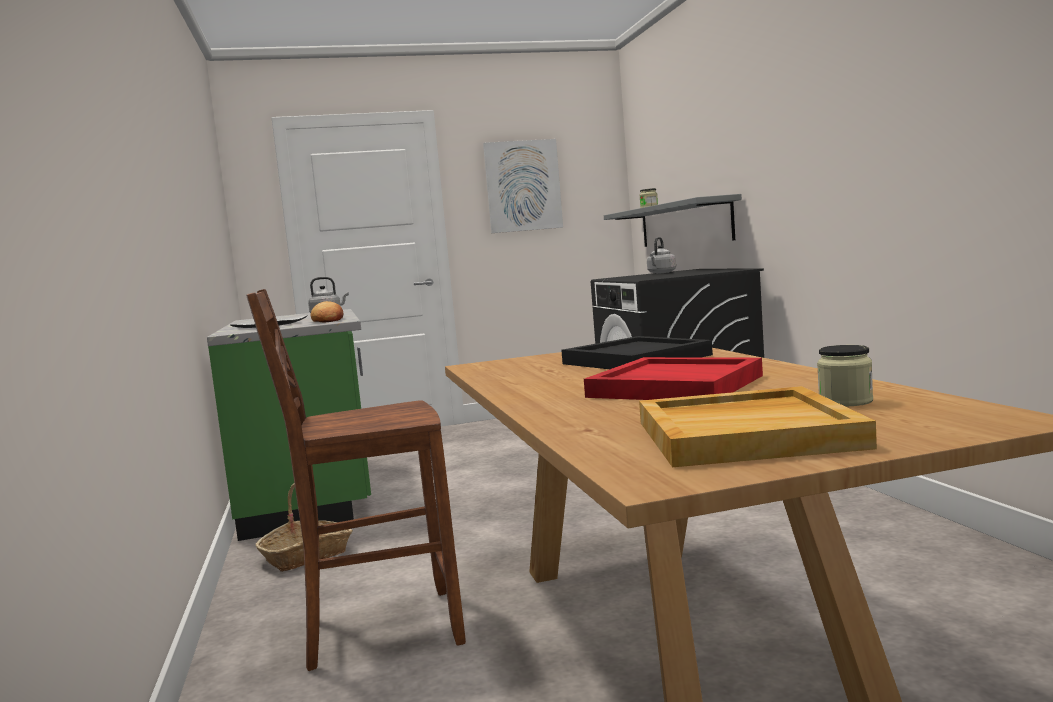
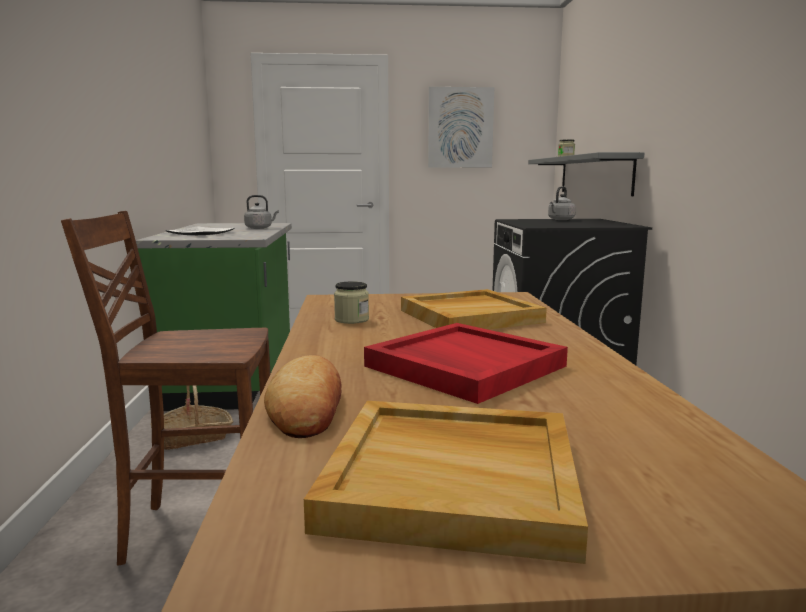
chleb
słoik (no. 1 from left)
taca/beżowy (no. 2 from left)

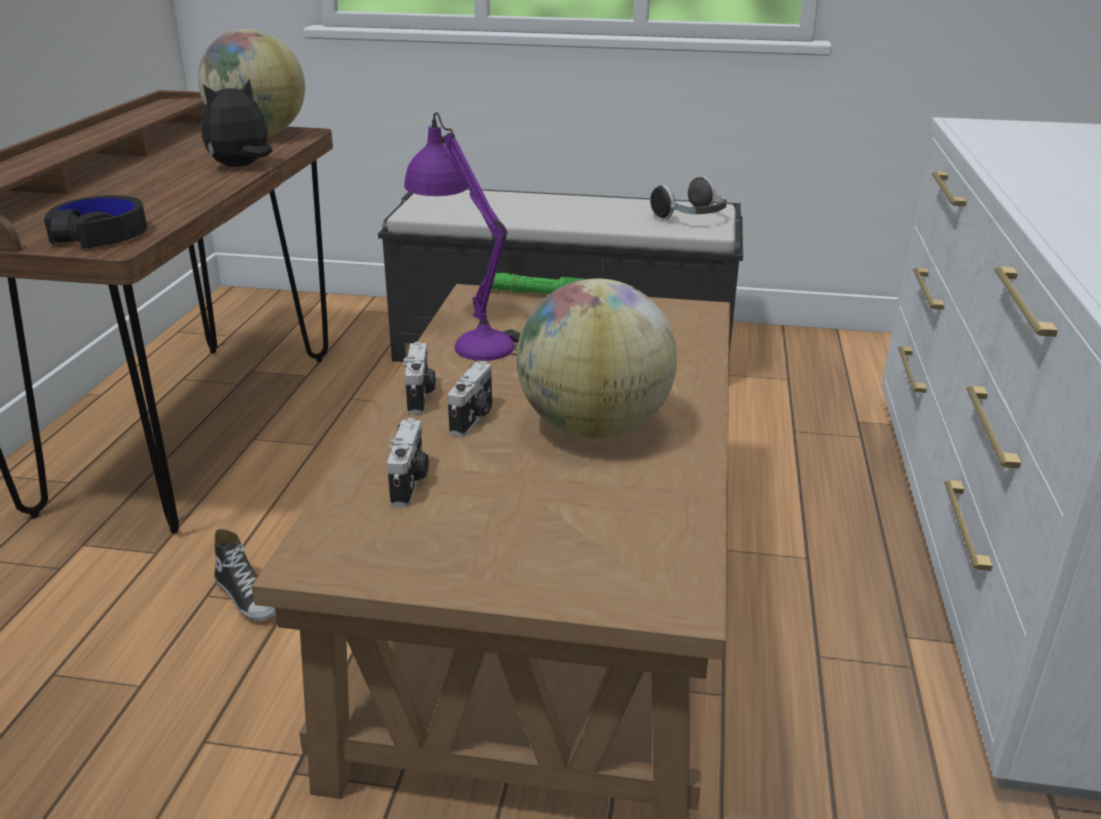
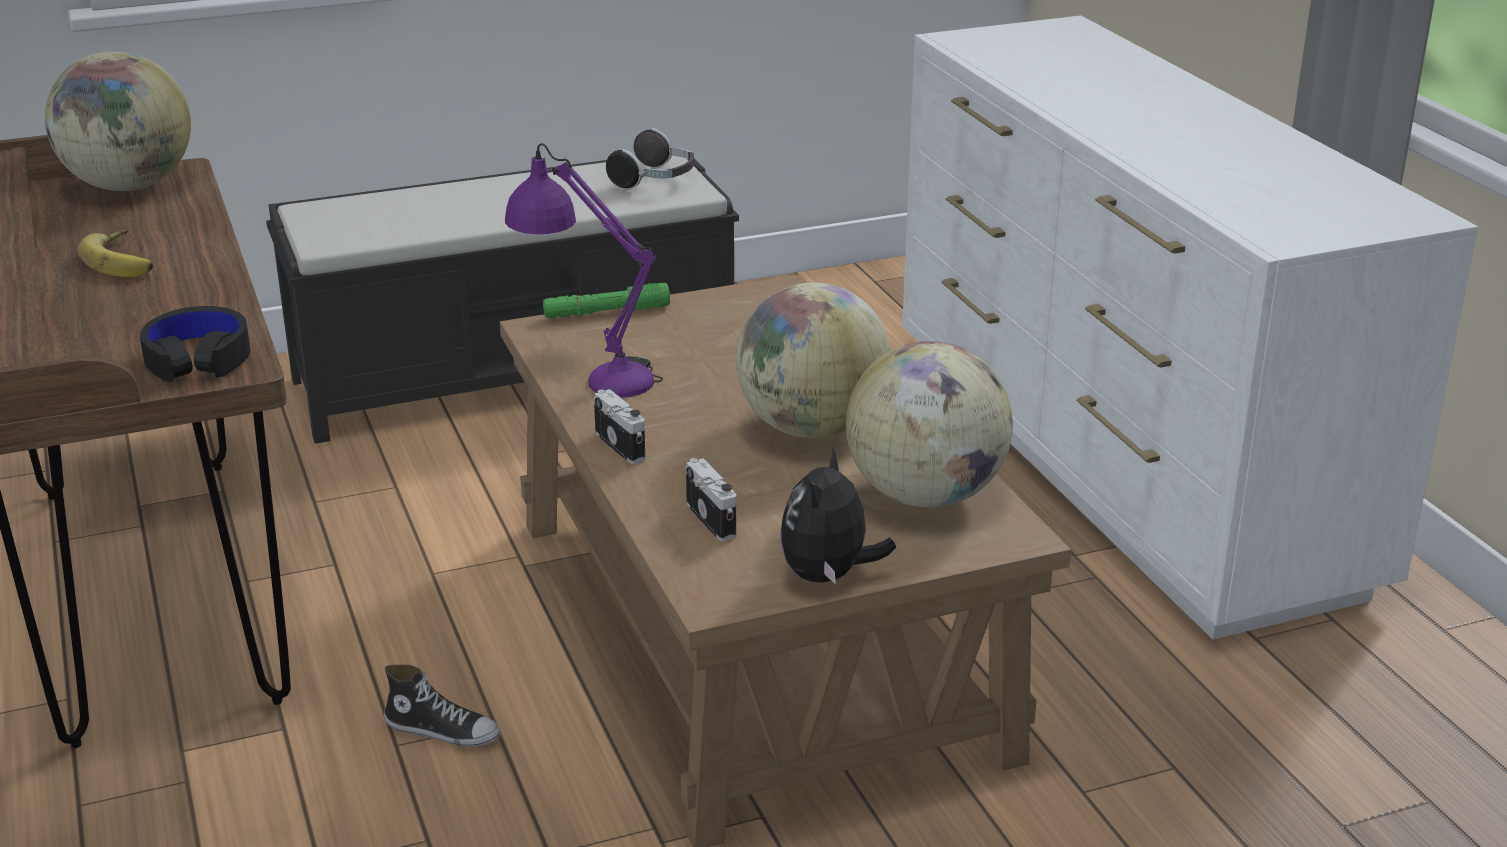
aparat fotograficzny (no. 3 from left in the first image)
banan
globus (no. 3 from left)
pluszak

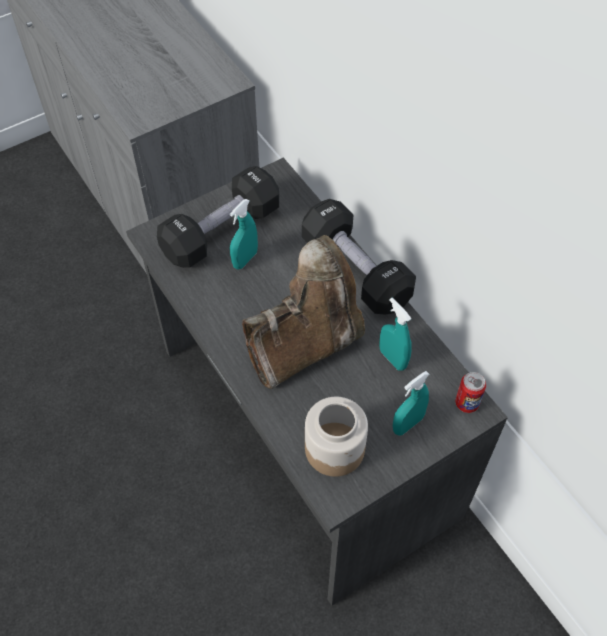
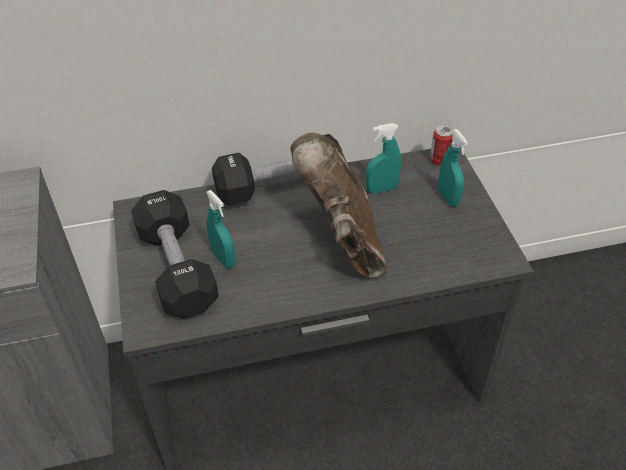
słoik

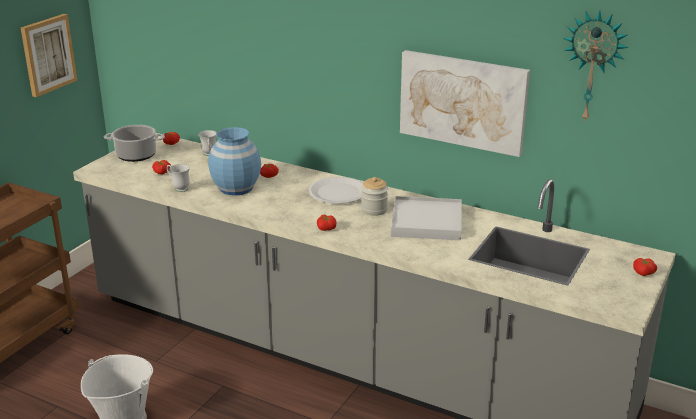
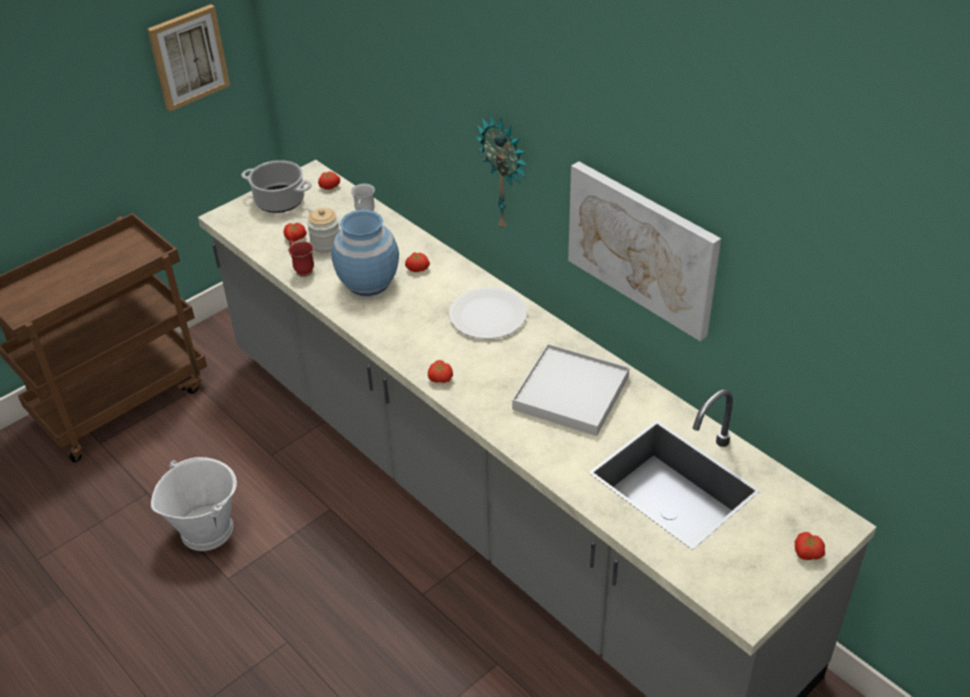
słoik
zegar ścienny
kubek/czerwony

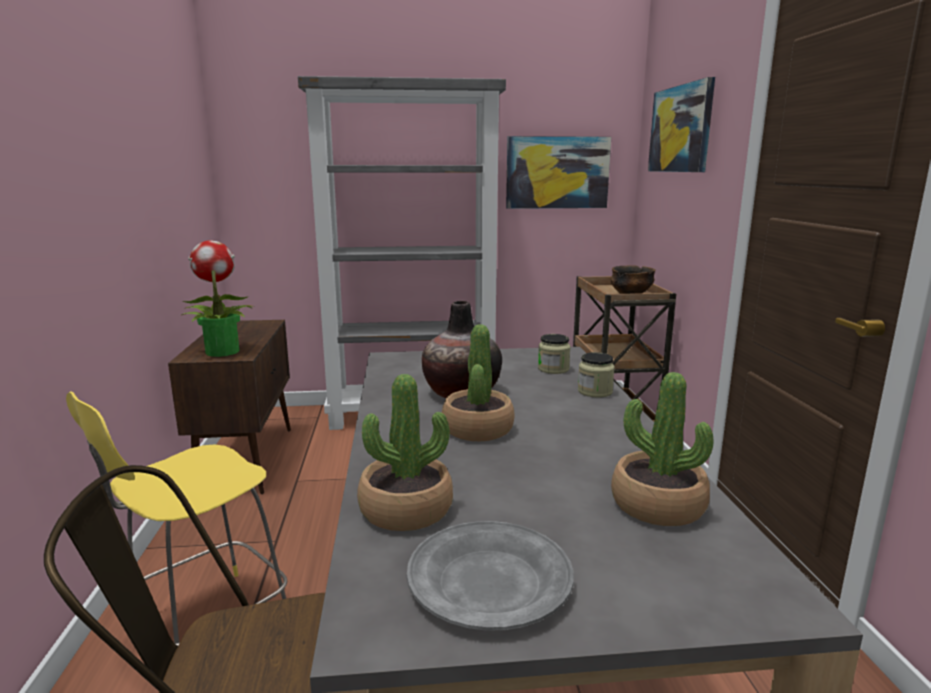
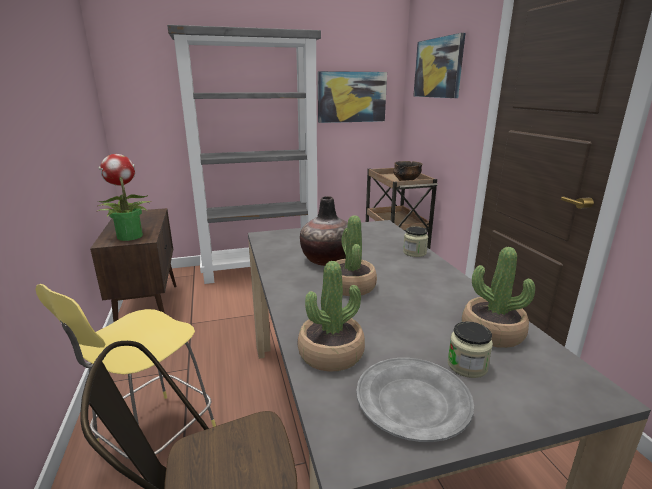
słoik (no. 2 from left)

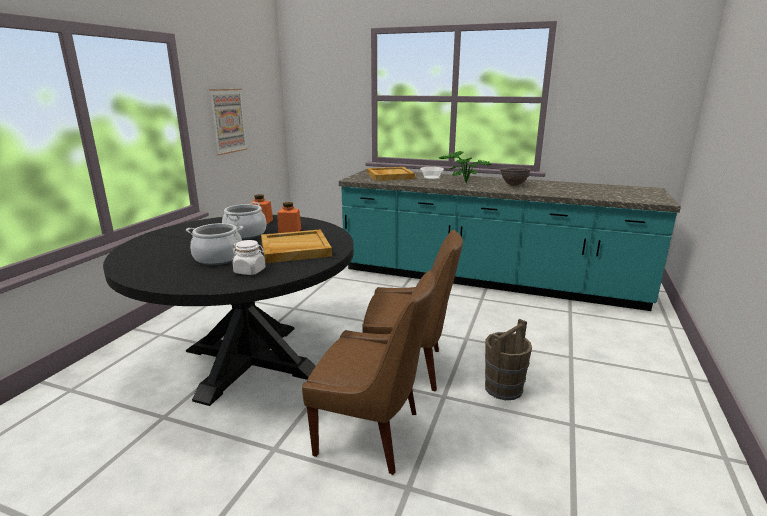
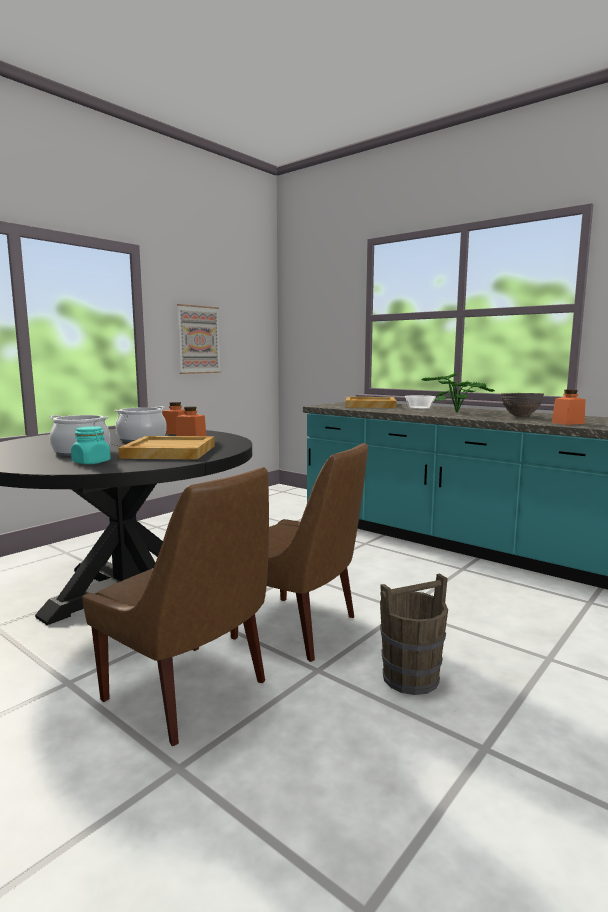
słoik/pomarańczowy (no. 3 from left)
słoik/turkusowy

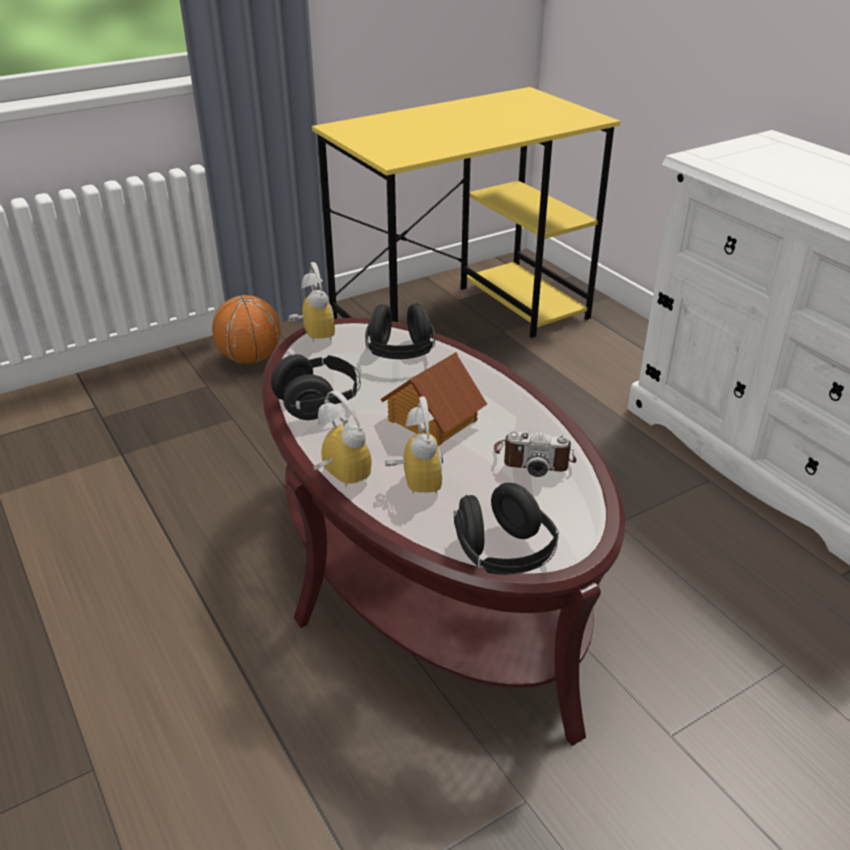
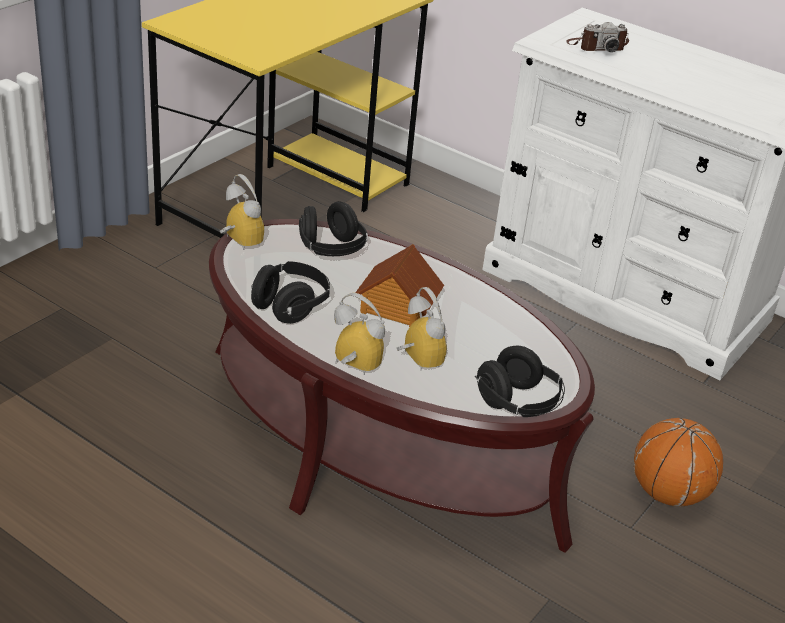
piłka do koszykówki
aparat fotograficzny

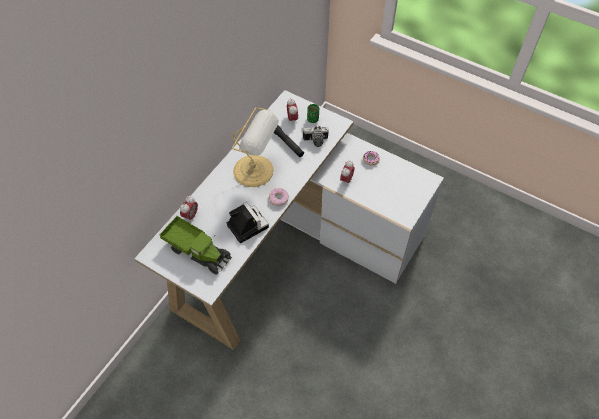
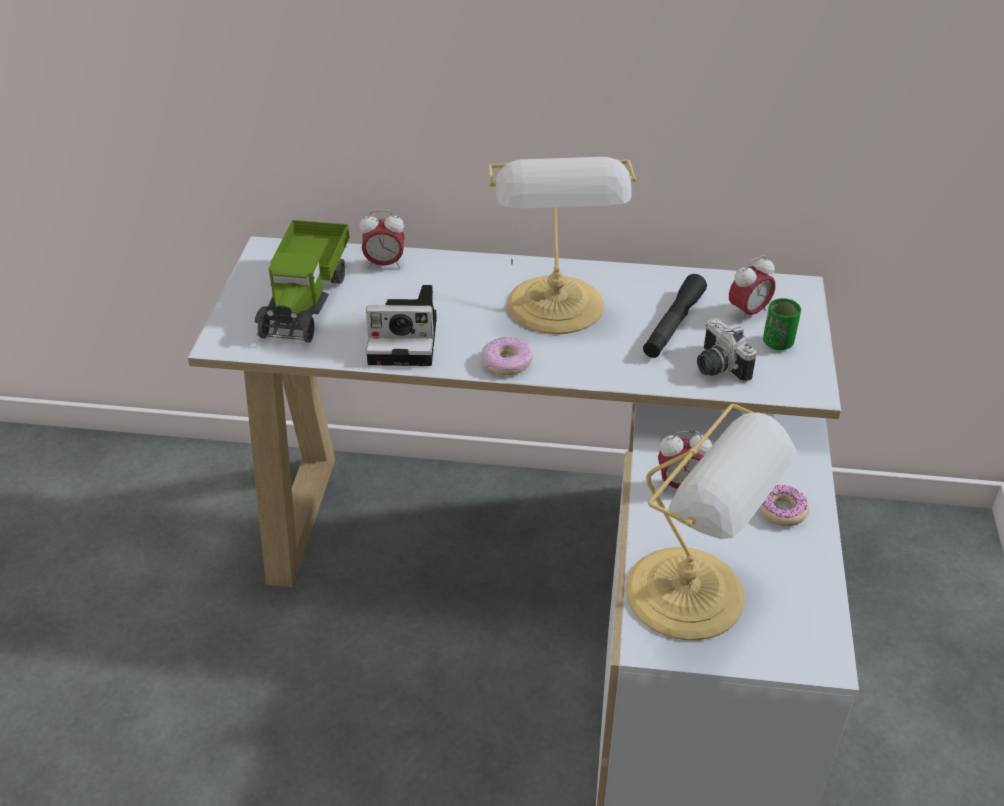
lampa stołowa (no. 2 from left)
aparat fotograficzny (no. 1 from left)

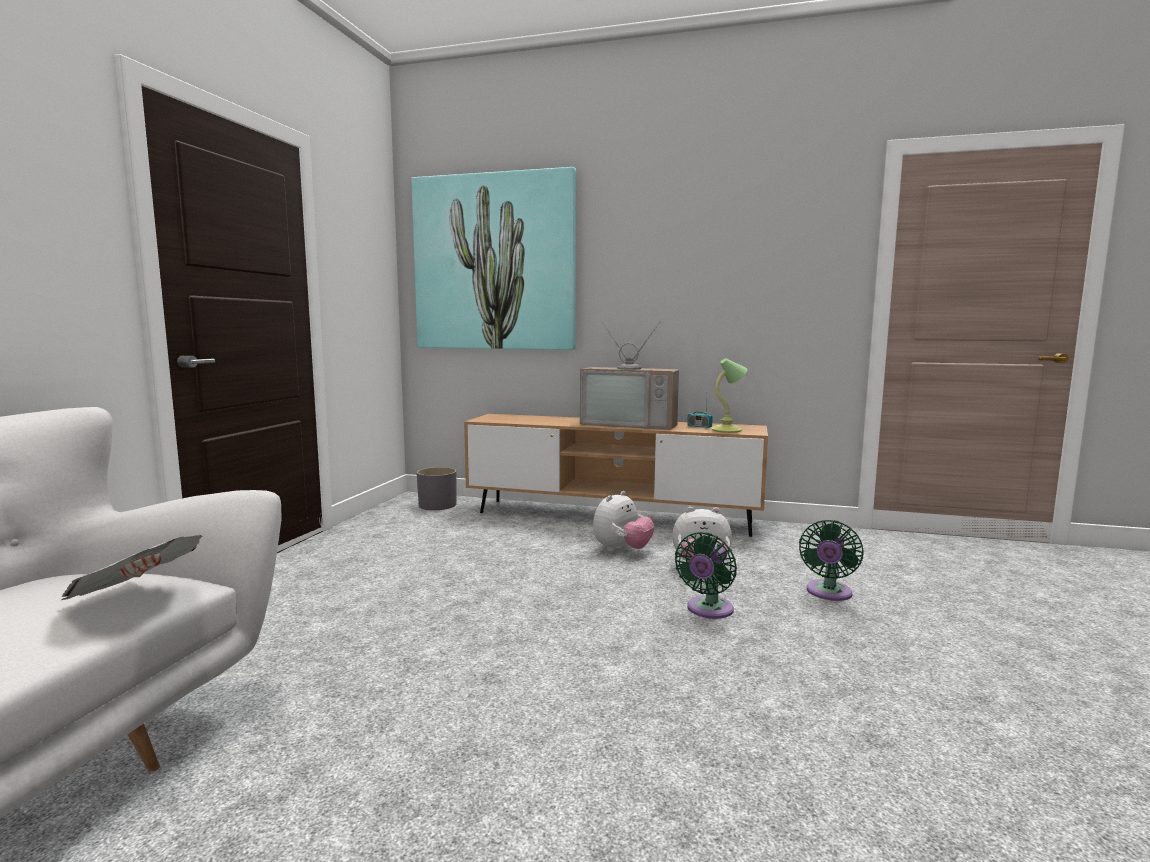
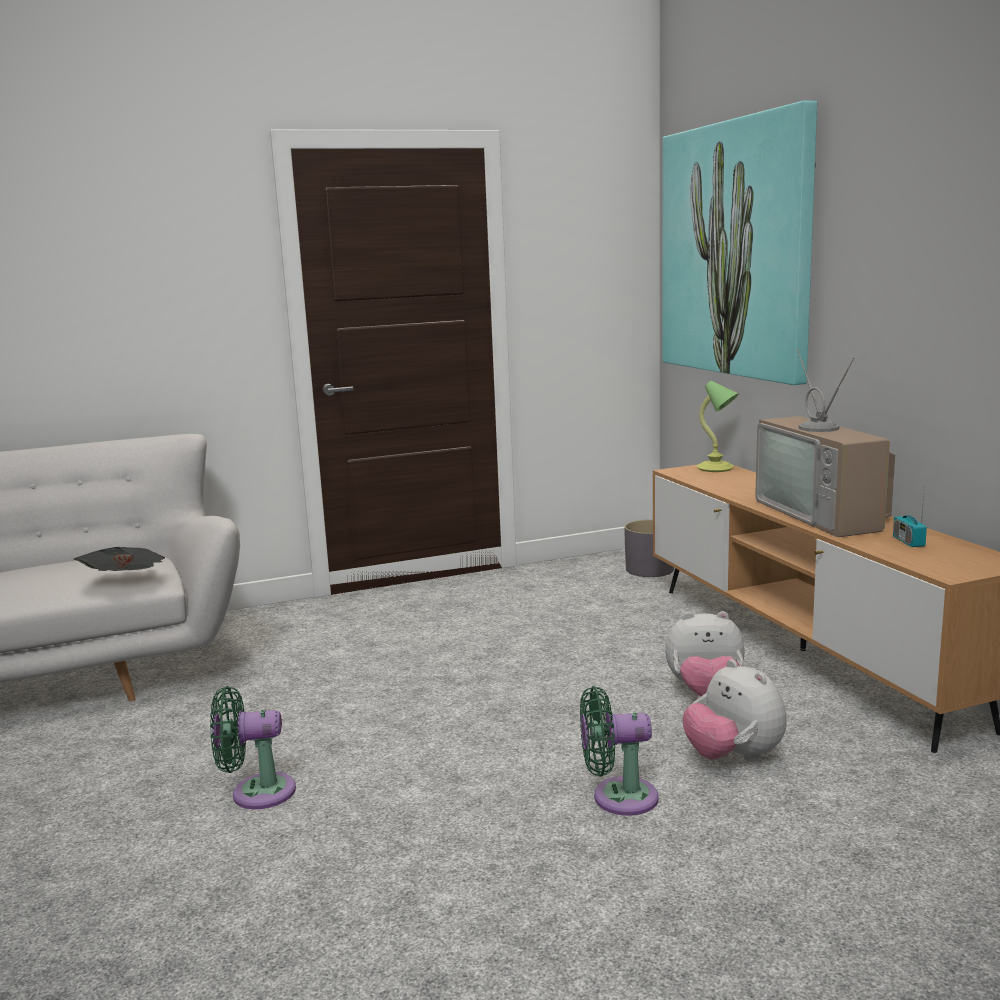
lampa stołowa
wentylator/zielony (no. 1 from left)

